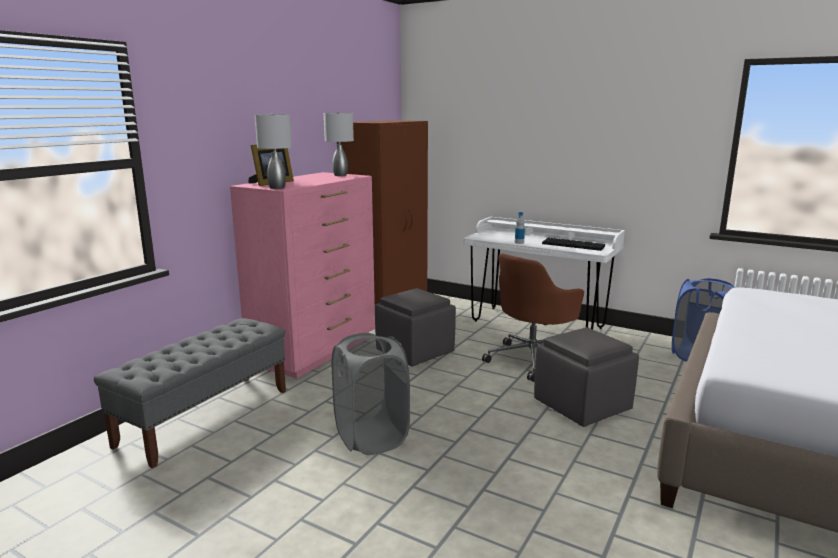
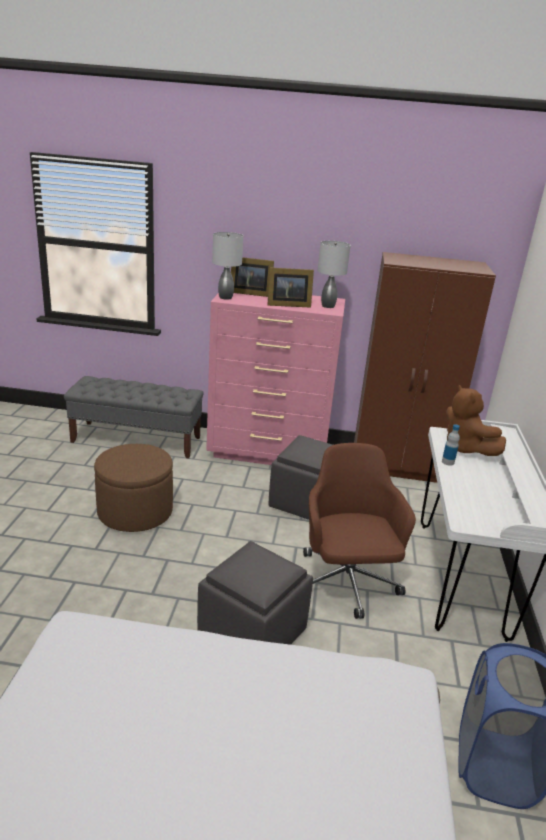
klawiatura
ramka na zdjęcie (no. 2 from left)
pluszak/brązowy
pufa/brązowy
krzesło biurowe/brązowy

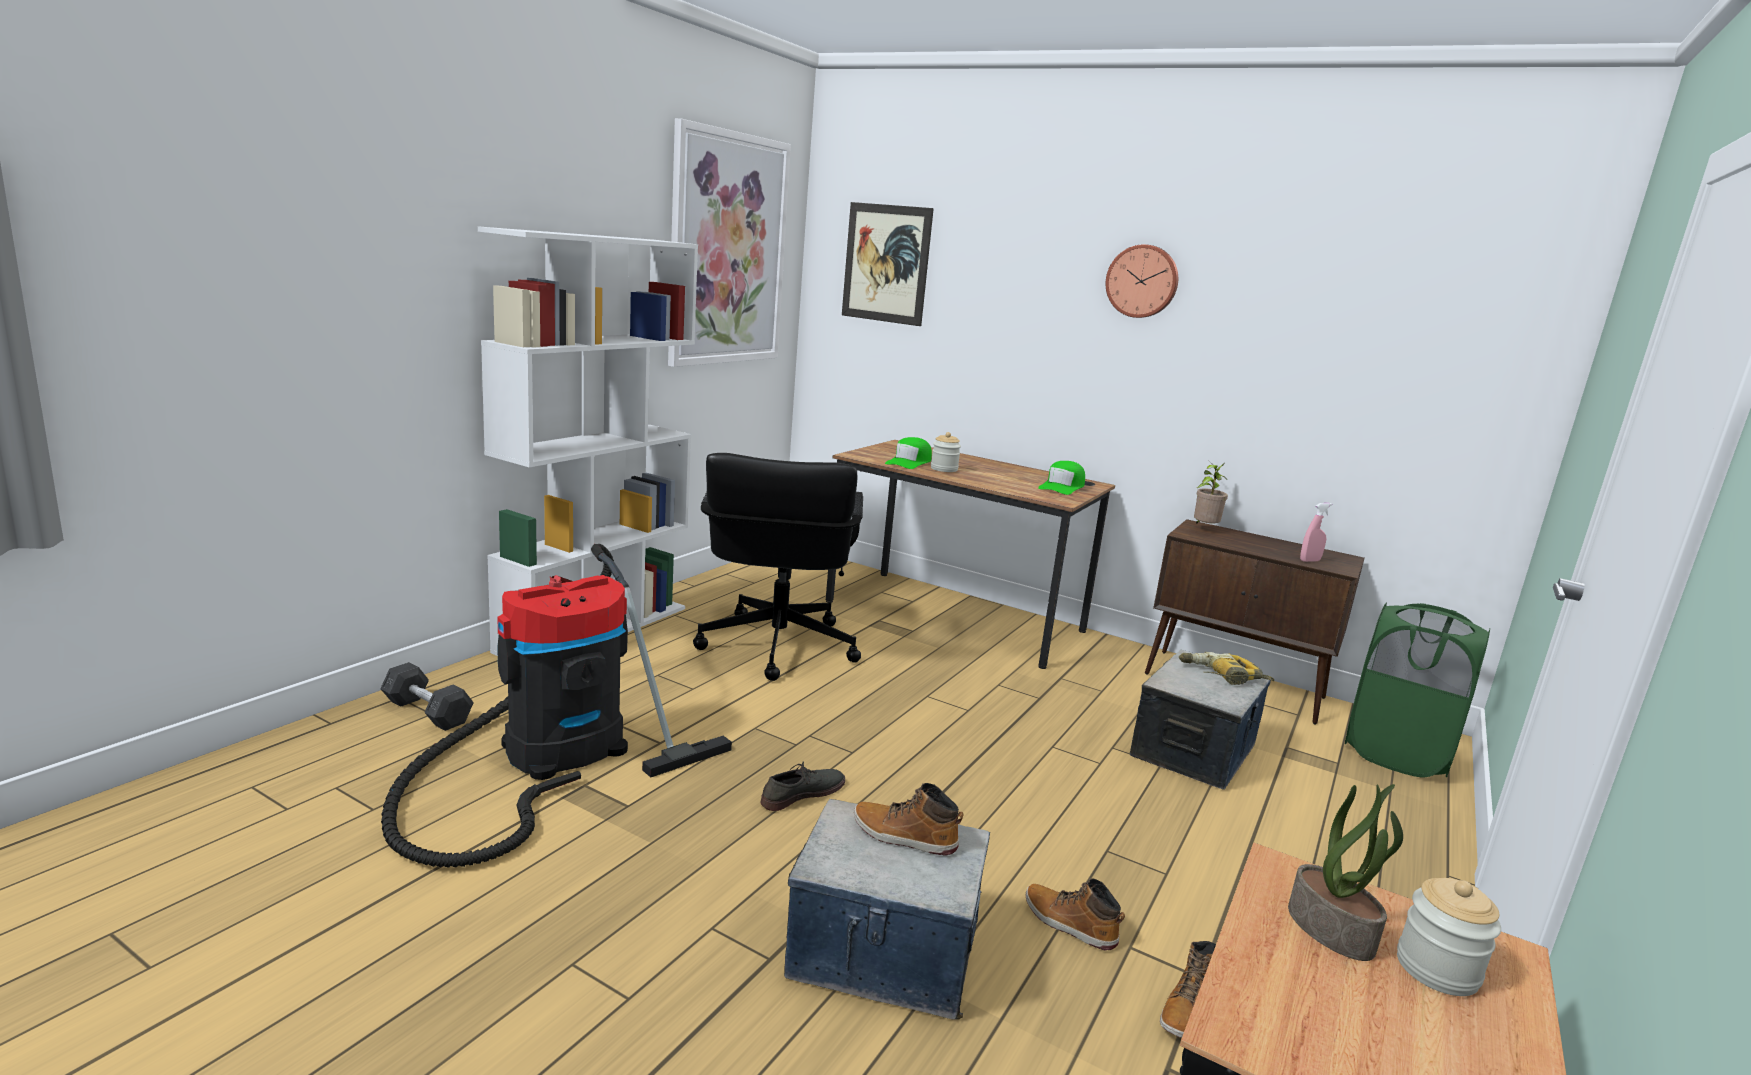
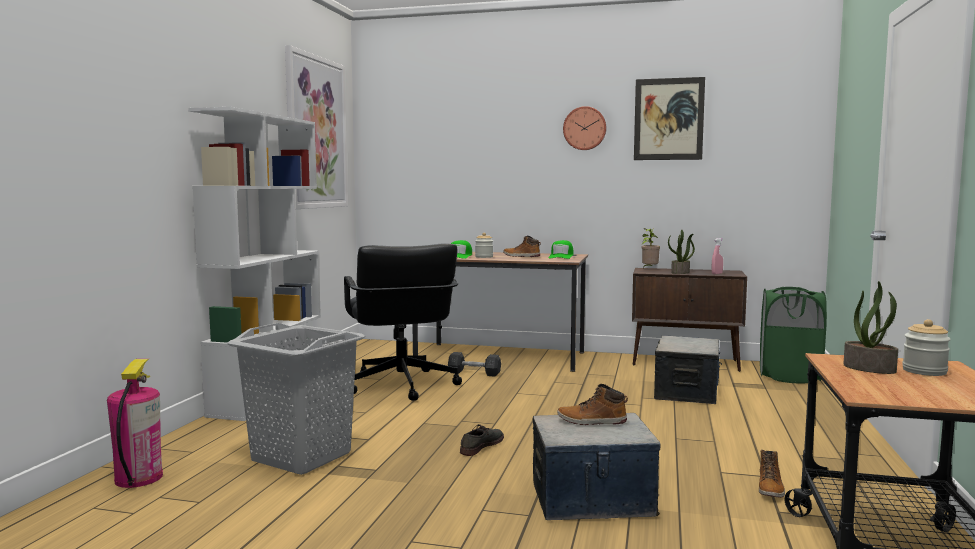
wiertarka
gaśnica
roślina doniczkowa (no. 2 from left)
hantel/szary
obraz (no. 2 from left)
but z cholewką (no. 1 from left)
kosz na pranie/szary

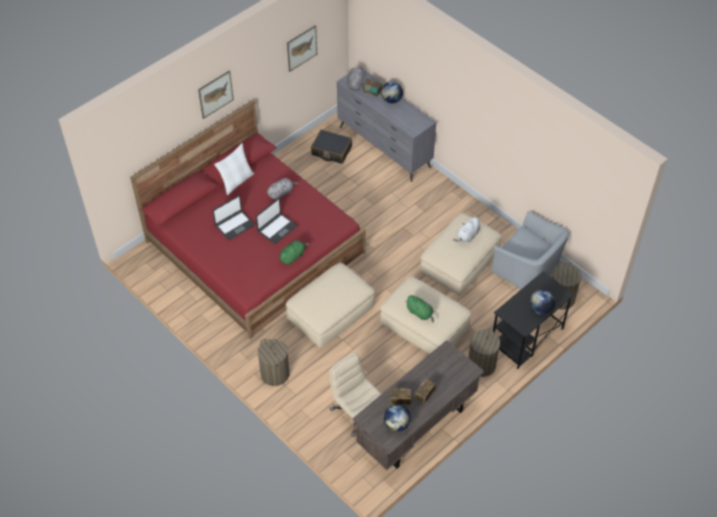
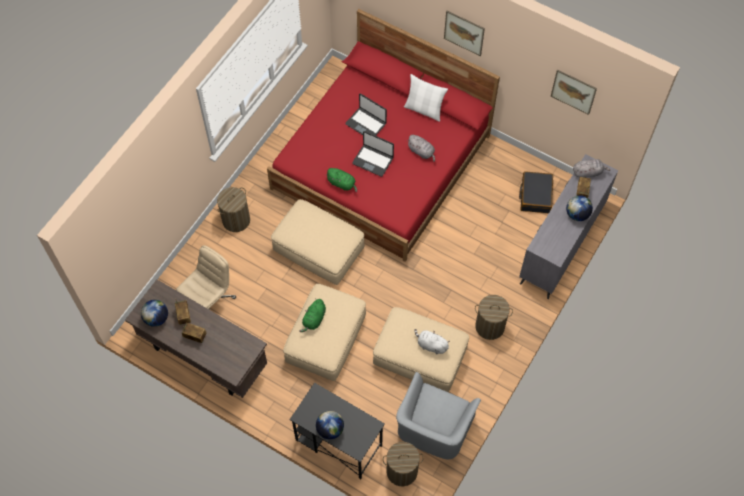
kosz na pranie (no. 3 from left)

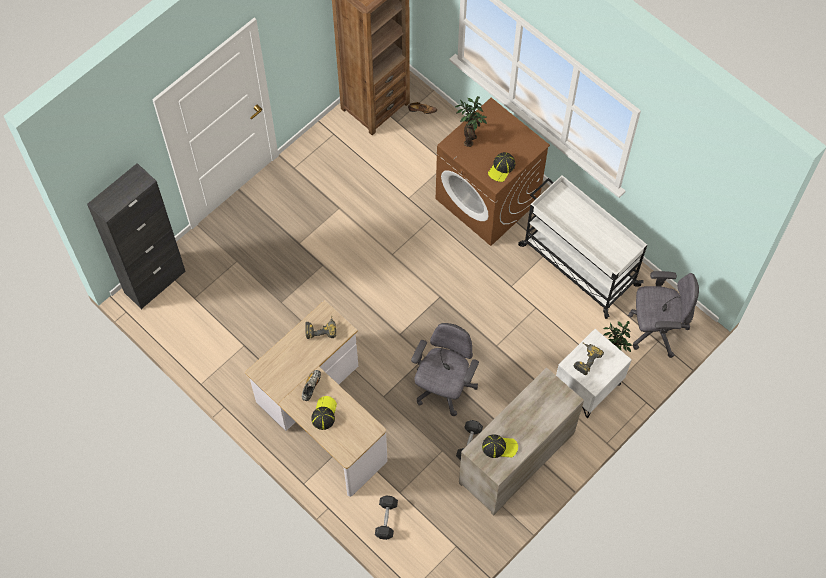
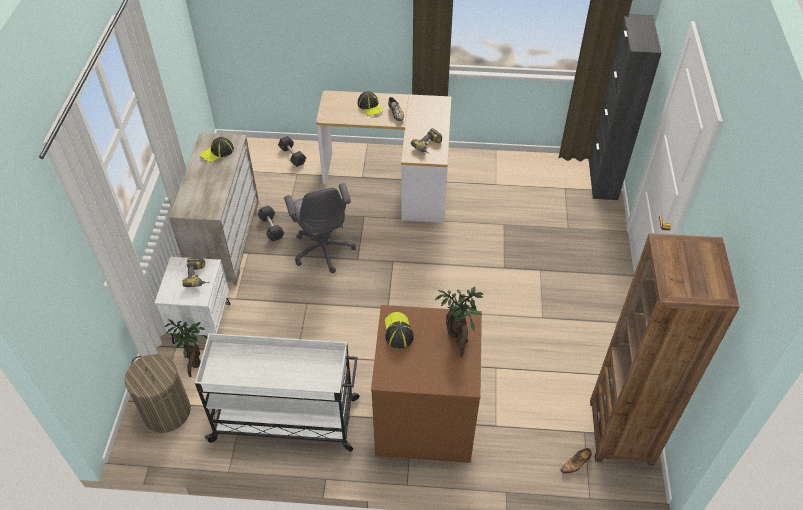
kosz na pranie

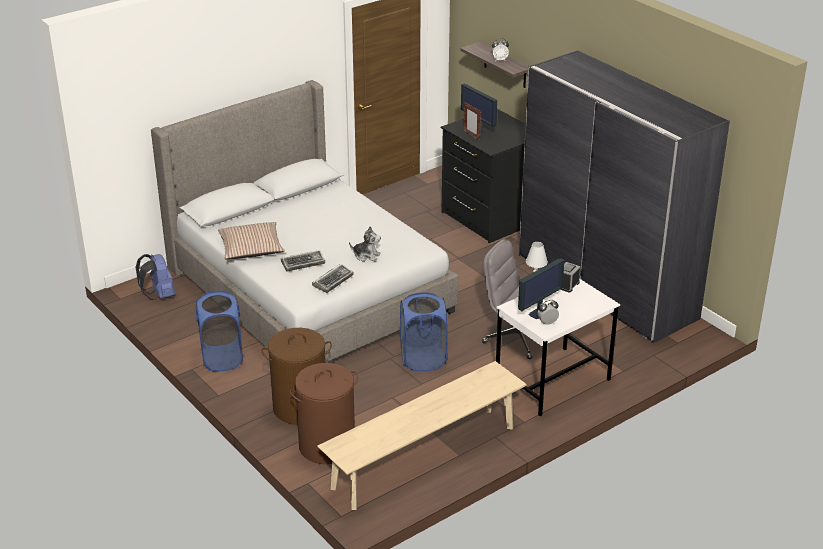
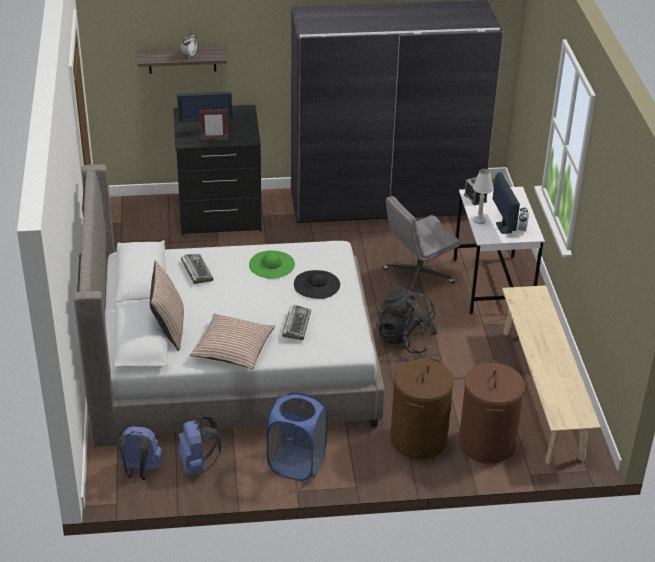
poduszka (no. 1 from left)
plecak/niebieski (no. 2 from left)
kapelusz/zielony
klawiatura (no. 1 from left)
kapelusz/czarny
plecak/czarny

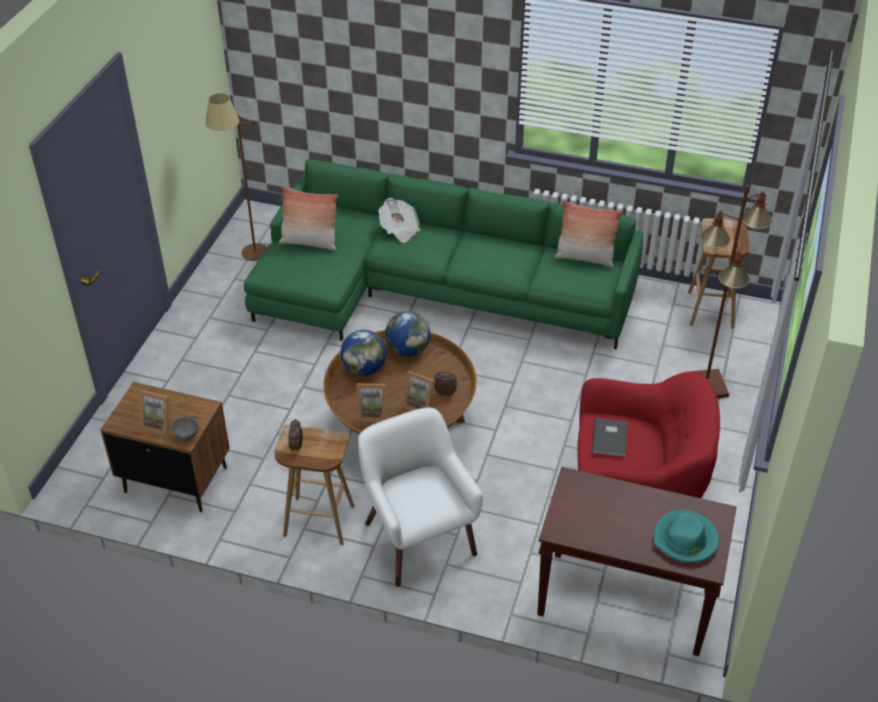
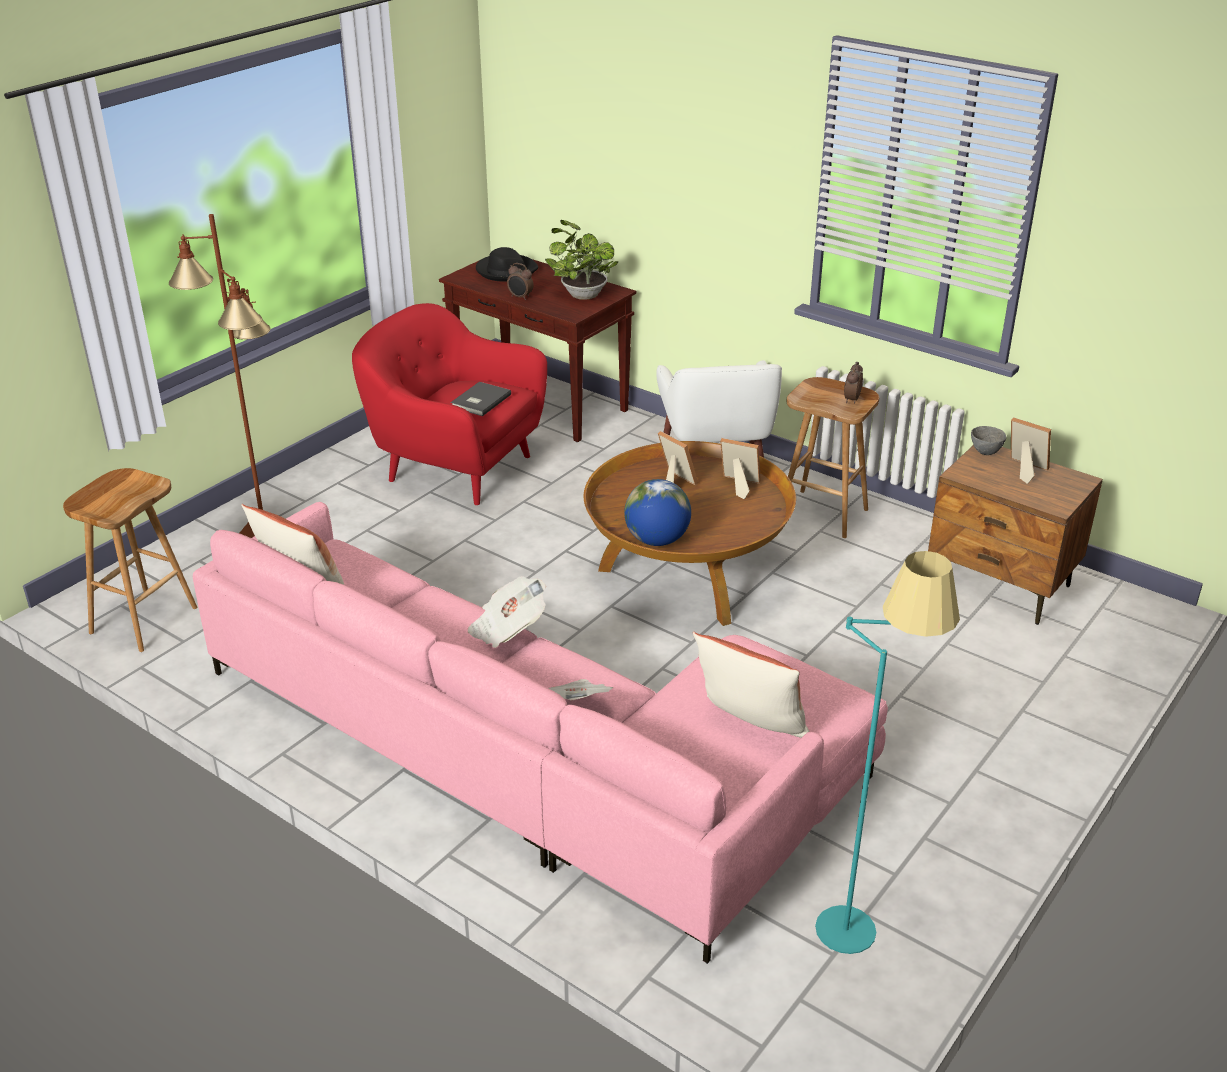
globus (no. 1 from left in the first image)
gazeta (no. 1 from left)
roślina doniczkowa
budzik (no. 1 from left)
lampa stojąca/turkusowy
kanapa/różowy
kapelusz/czarny

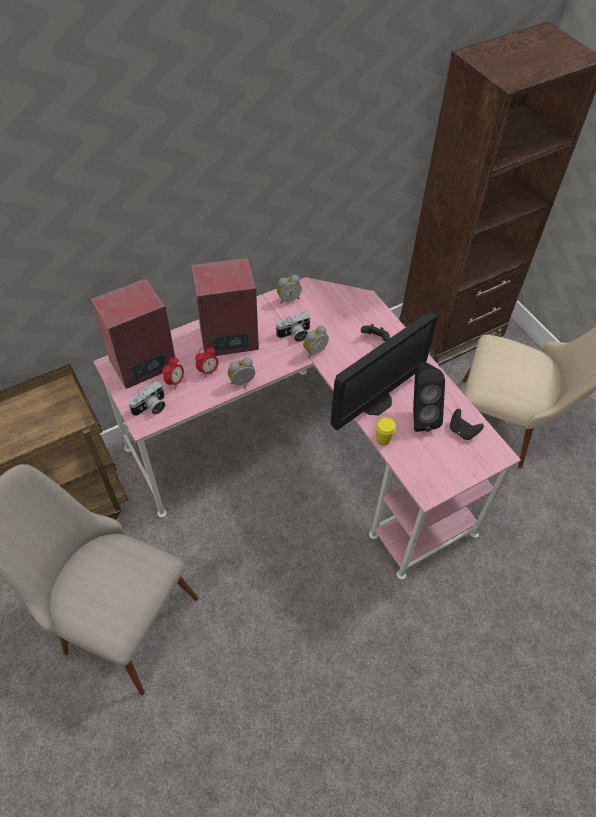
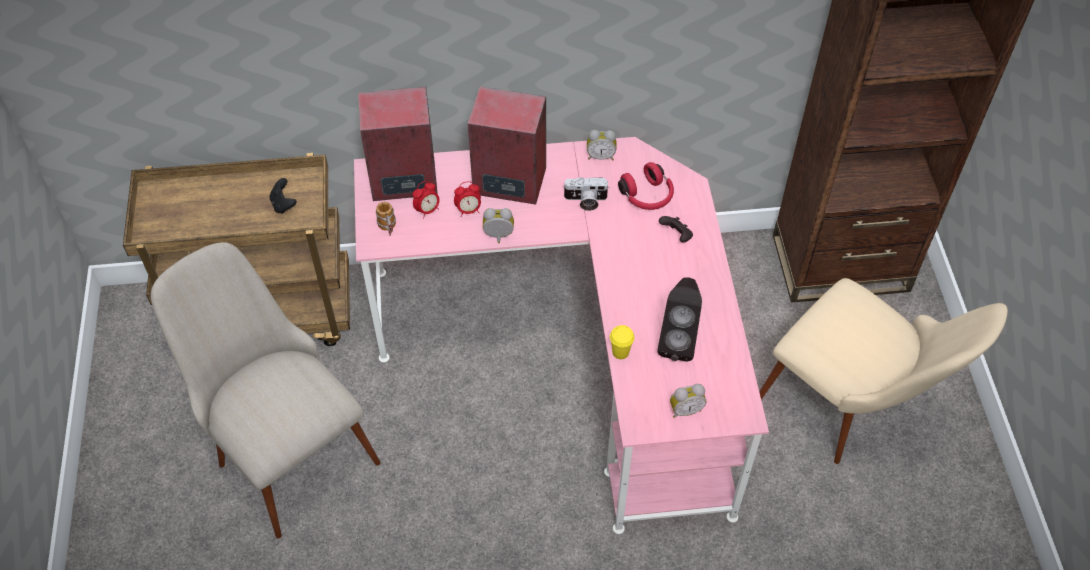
monitor
słuchawki/czerwony
budzik (no. 5 from left)
pad do gier/czarny (no. 1 from left)
kubek

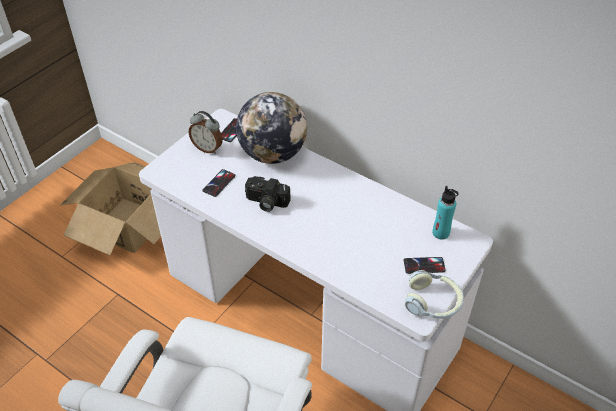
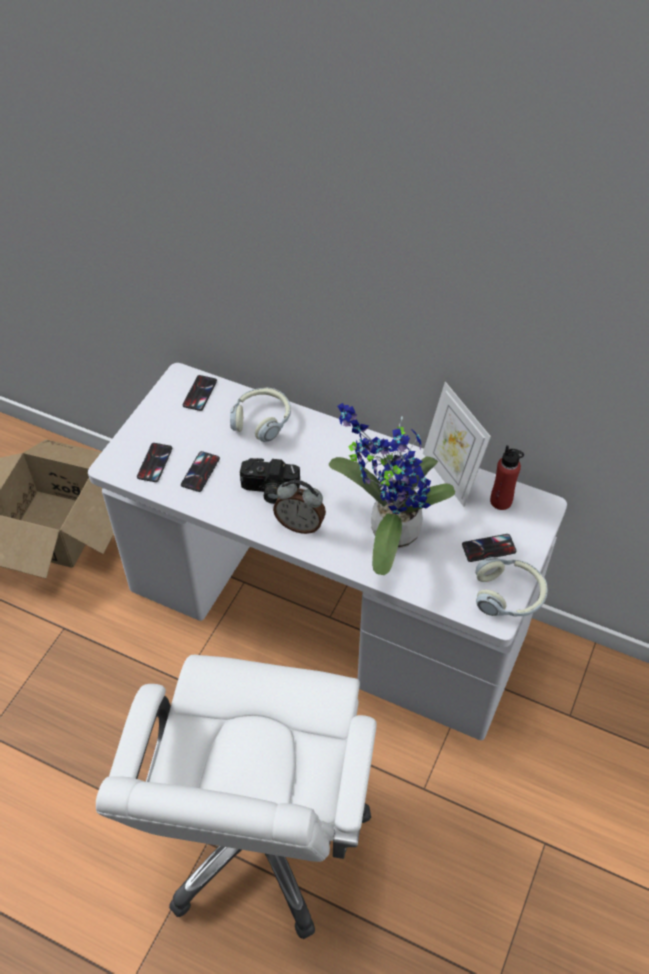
telefon (no. 1 from left)
roślina doniczkowa
ramka na zdjęcie
budzik
słuchawki (no. 1 from left)
butelka/czerwony

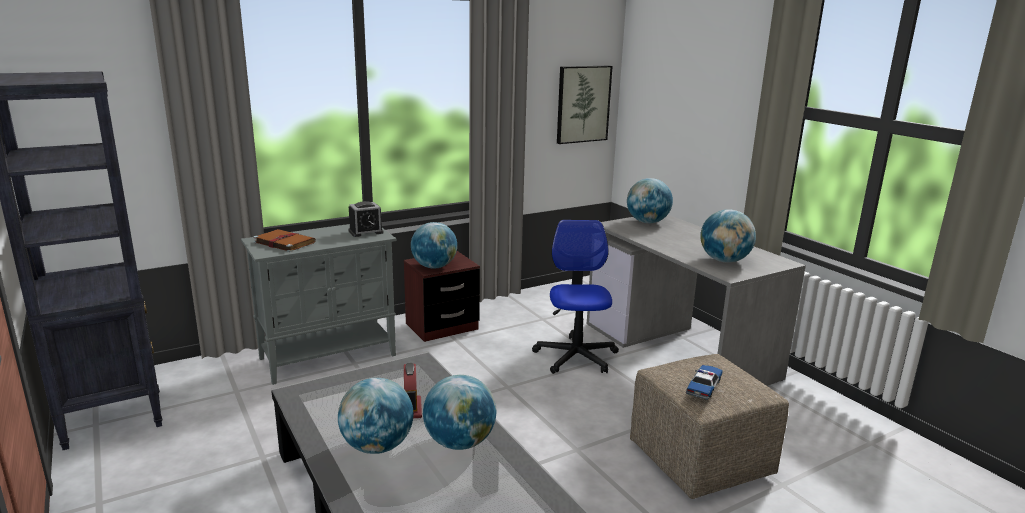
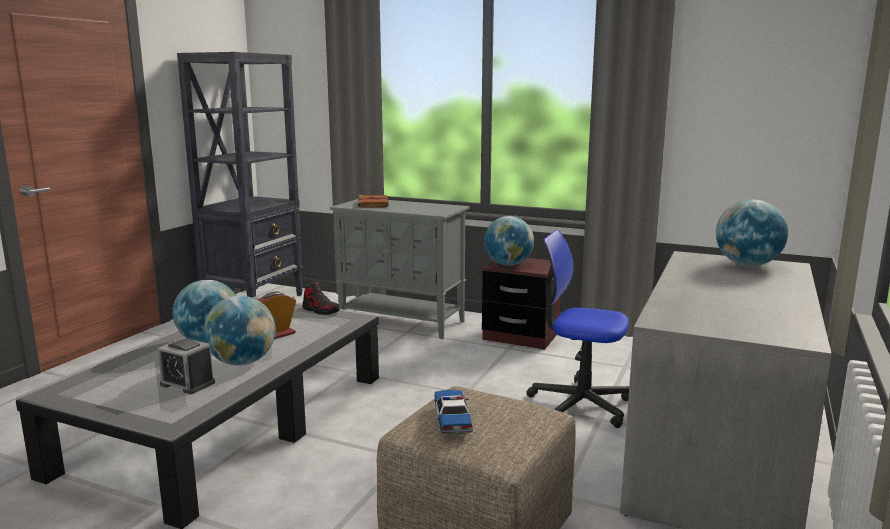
obraz
globus (no. 5 from left in the first image)
but
budzik (no. 1 from left)
krzesło biurowe
samochodzik

